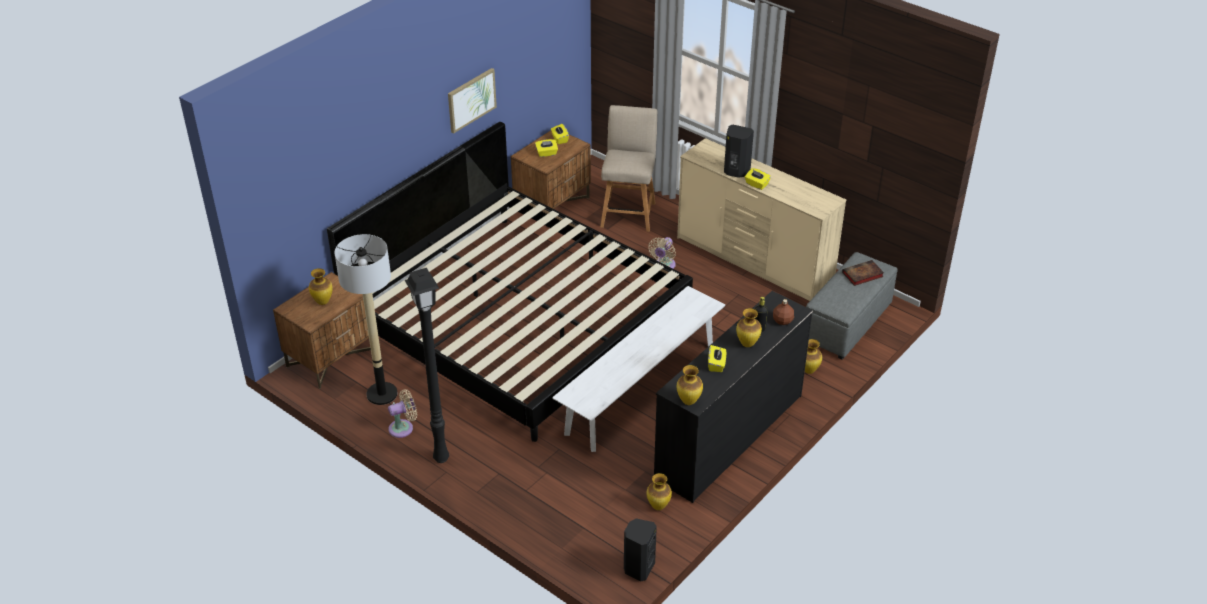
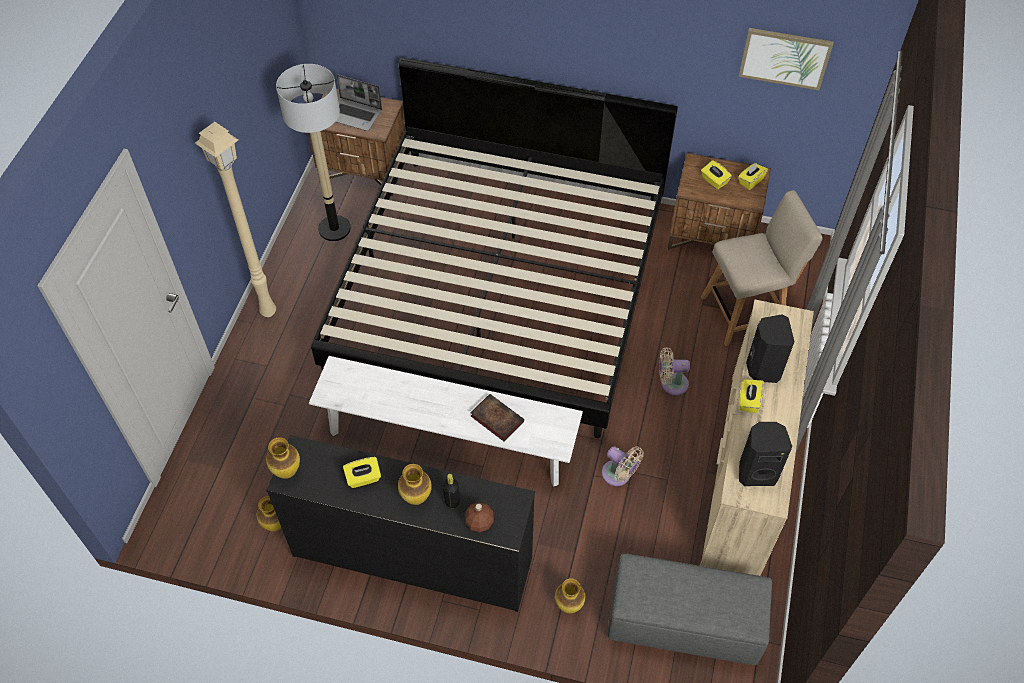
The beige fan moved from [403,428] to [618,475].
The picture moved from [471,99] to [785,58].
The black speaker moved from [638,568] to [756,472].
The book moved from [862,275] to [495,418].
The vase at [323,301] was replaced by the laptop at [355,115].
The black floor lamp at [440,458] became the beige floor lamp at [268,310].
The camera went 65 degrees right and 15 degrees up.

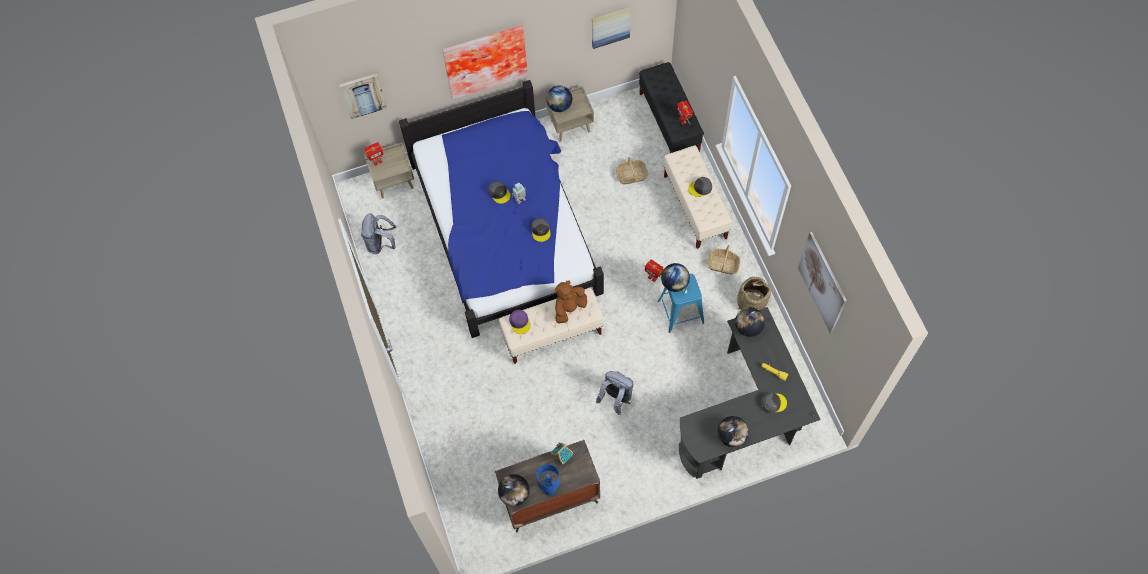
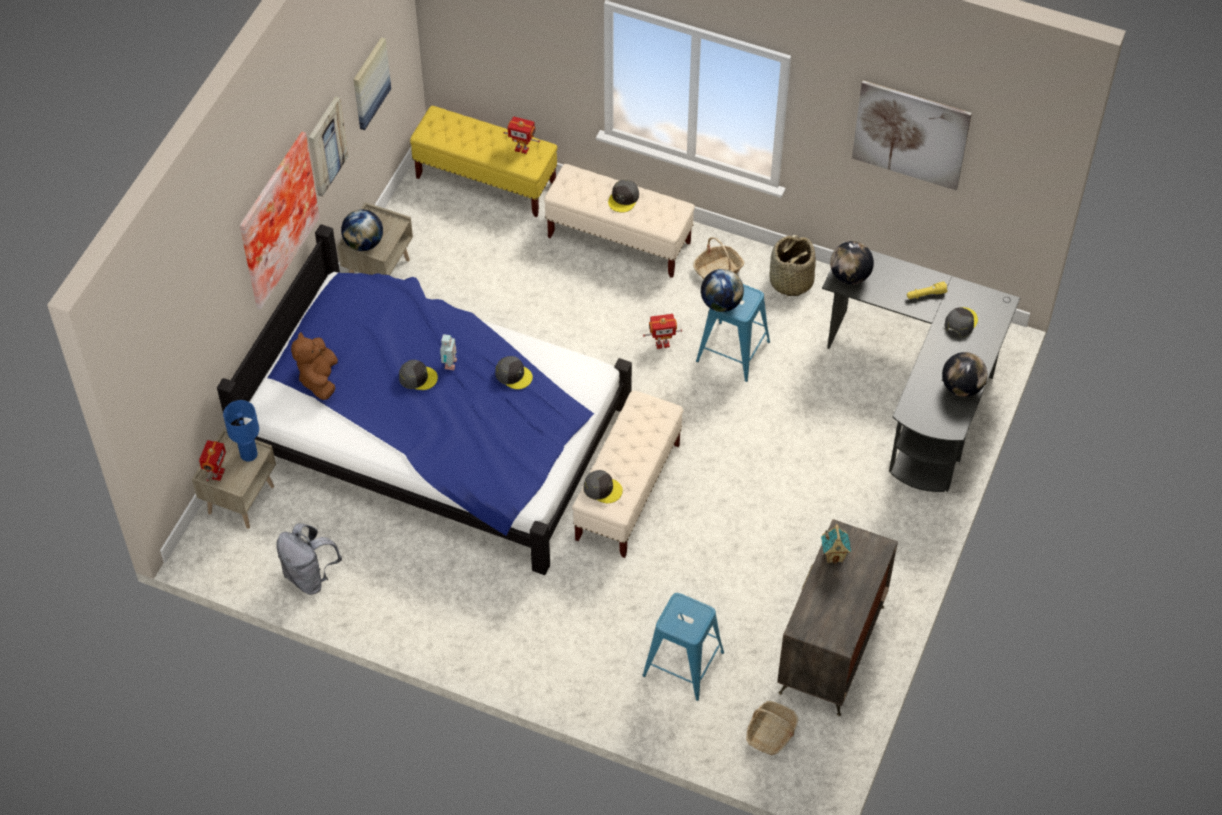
The globe at [514,494] disappeared.
The grey backpack at [615,398] disappeared.
The blue stool at [683,664] appeared.
The picture moved from [363,95] to [326,146].
The blue table lamp moved from [549,490] to [249,455].
The brown plush toy moved from [569,308] to [319,379].
The basket moved from [631,175] to [771,733].
The purple cap at [520,322] became the grey cap at [602,489].
The black bench at [669,123] became the yellow bench at [486,181].
The camera went 50 degrees left and 10 degrees down.

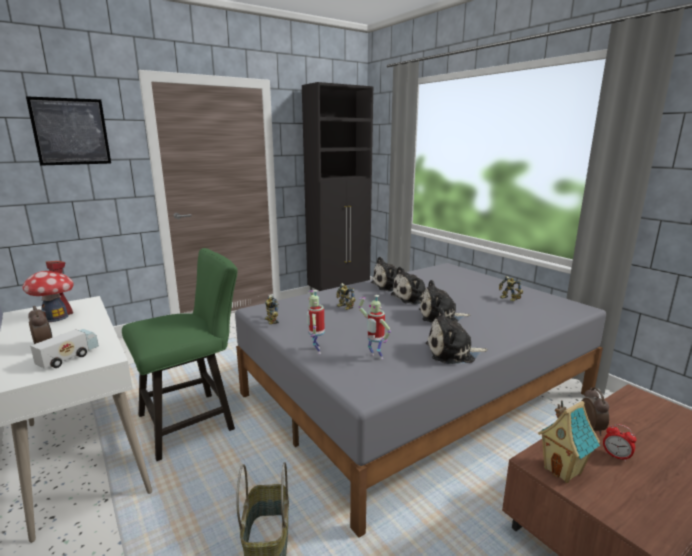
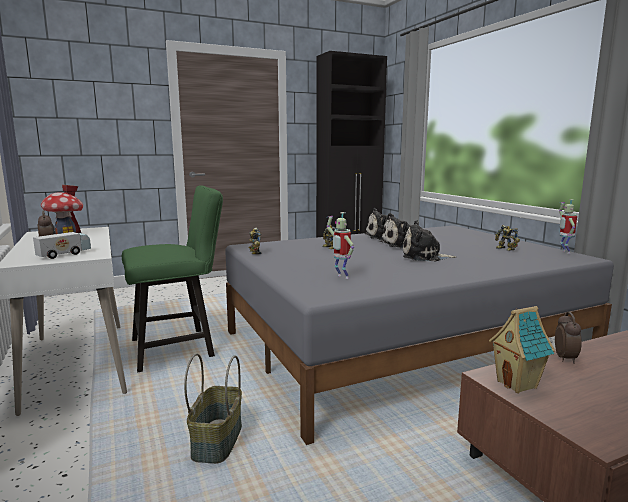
The picture at [71,132] disappeared.
The plush toy at [453,353] disappeared.
The alarm clock at [616,456] disappeared.
The toy robot moved from [316,350] to [564,252].
The camera went 10 degrees right and 5 degrees down.

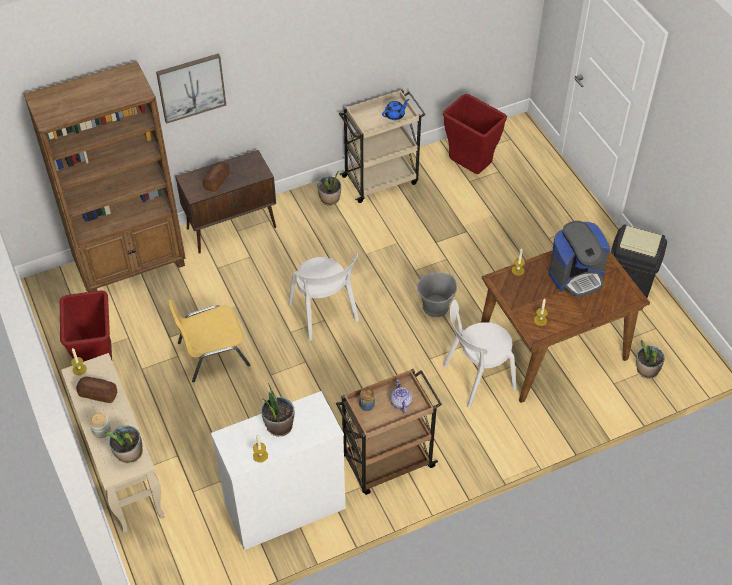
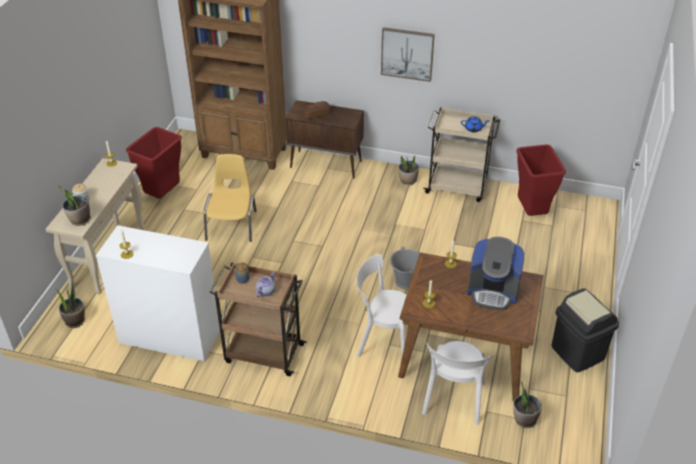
The bread at [98,394] disappeared.
The picture moved from [191,87] to [407,53].
The potted plant moved from [279,426] to [75,321].
The white chair moved from [324,314] to [453,401].
The yellow chair at [212,353] turned 75 degrees clockwise.
The camera went 40 degrees right and 10 degrees down.

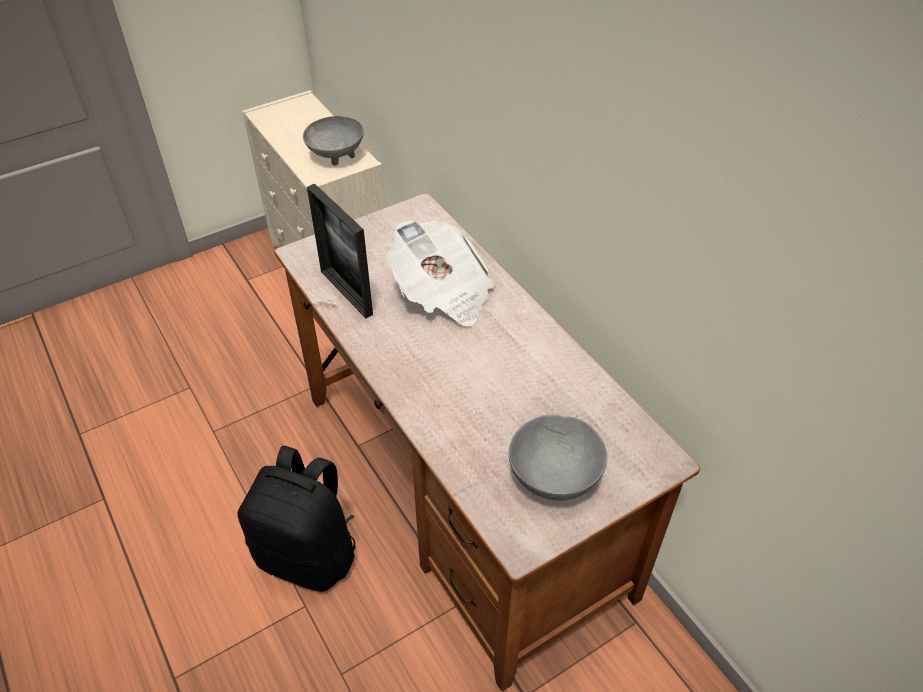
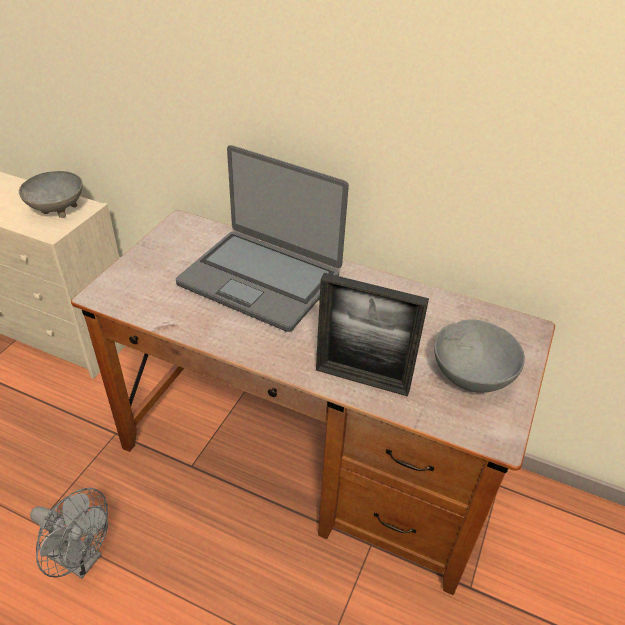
The black backpack at [309,555] disappeared.
The grey fan at [81,559] appeared.
The picture frame moved from [346,292] to [362,379].
The newspaper at [442,293] was replaced by the laptop at [261,279].
The camera went 35 degrees left and 5 degrees down.

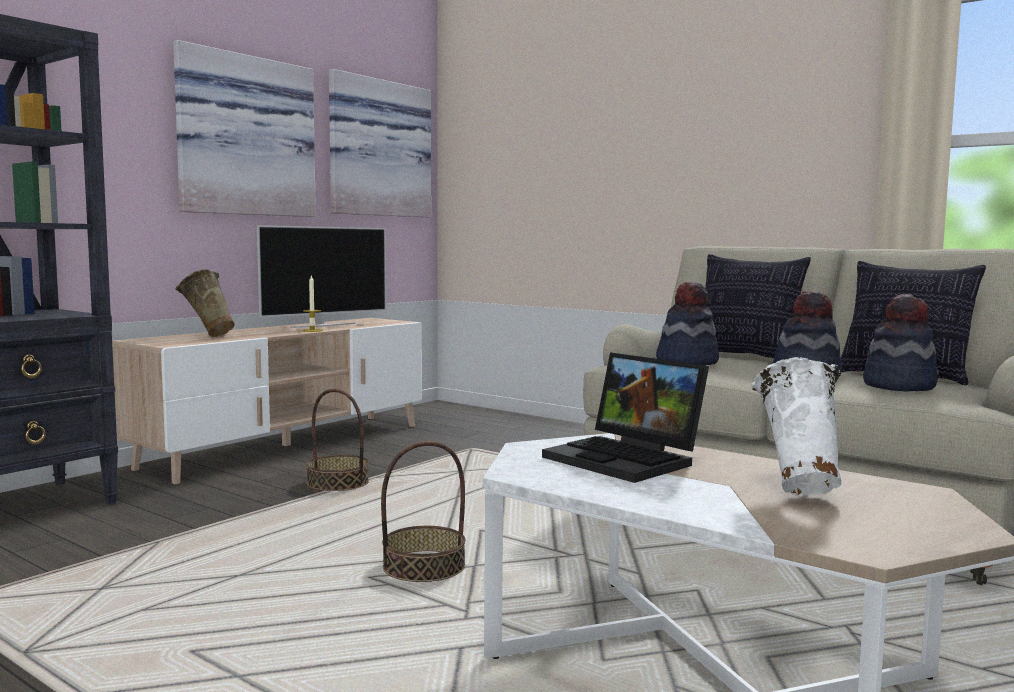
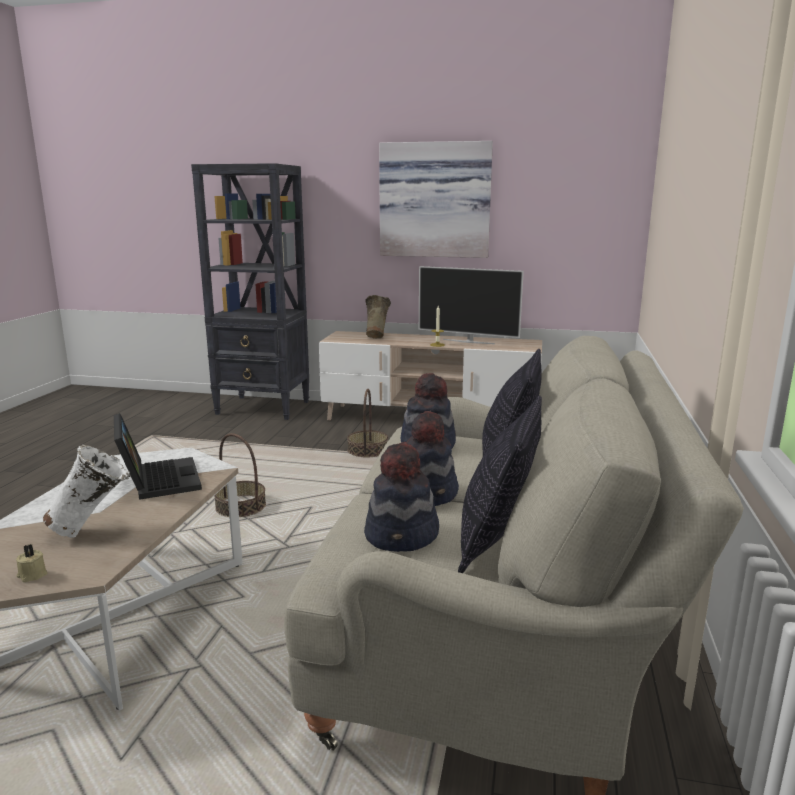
The picture at [377,149] disappeared.
The beige candle at [32,575] appeared.
The laptop at [628,459] turned 135 degrees clockwise.
The camera went 65 degrees right and 10 degrees up.

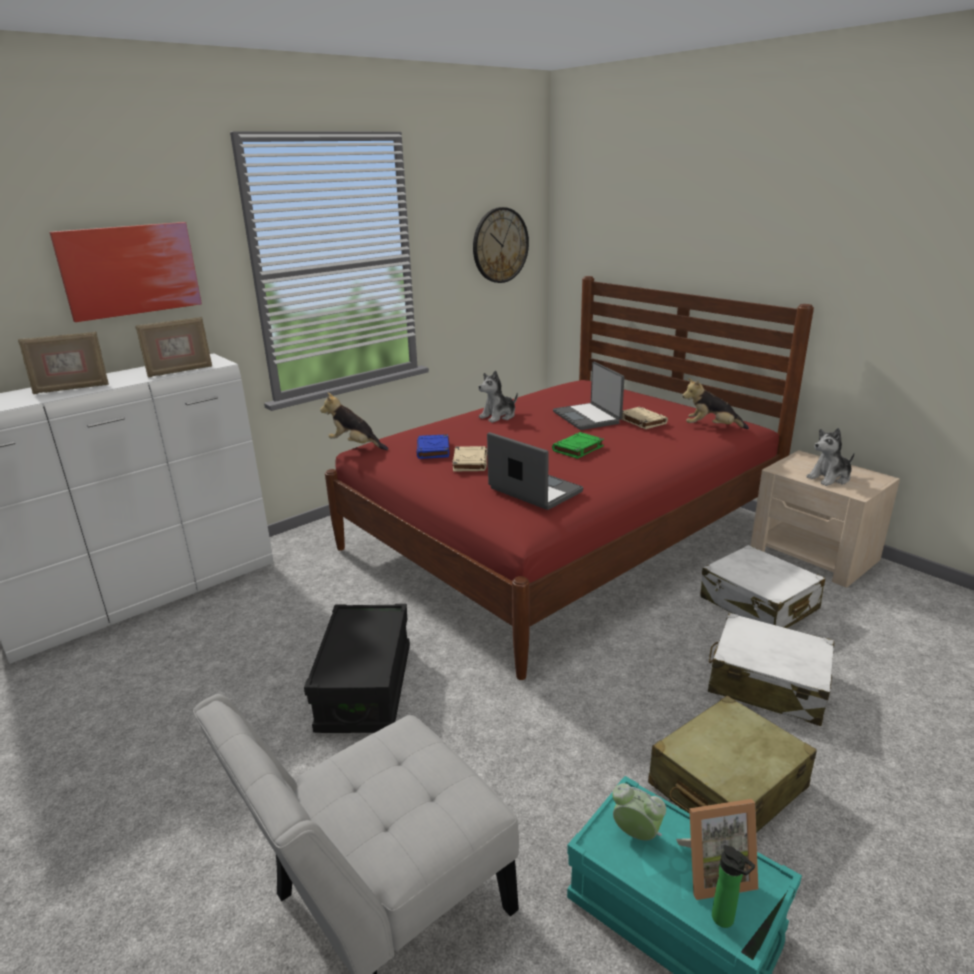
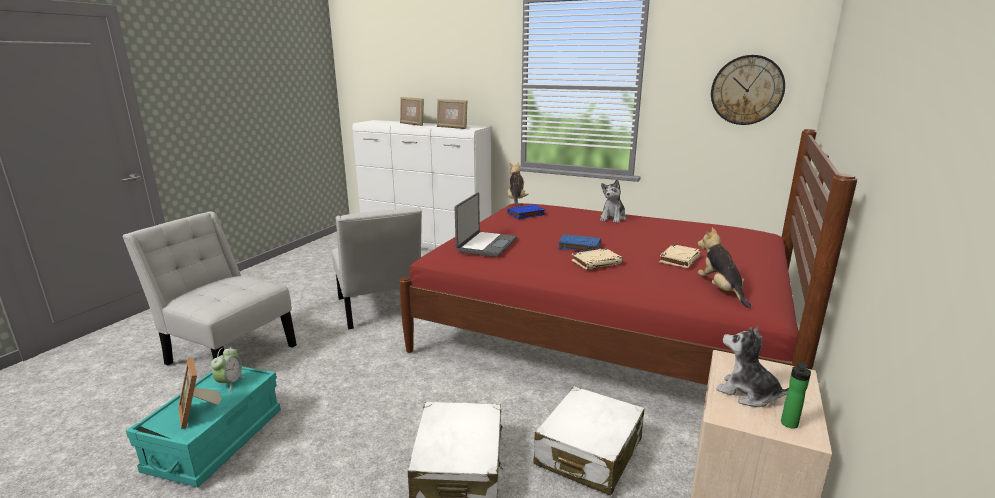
The picture at [130,270] disappeared.
The laptop at [587,417] disappeared.
The beige suitcase at [727,787] disappeared.
The beige book moved from [470,462] to [596,262].
The bottle moved from [725,920] to [789,425].
The black storage box at [365,688] was replaced by the white chair at [380,309].
The green book at [578,449] became the blue book at [578,246].
The plush toy at [498,416] turned 90 degrees counterclockwise.
The camera went 65 degrees right and 5 degrees down.

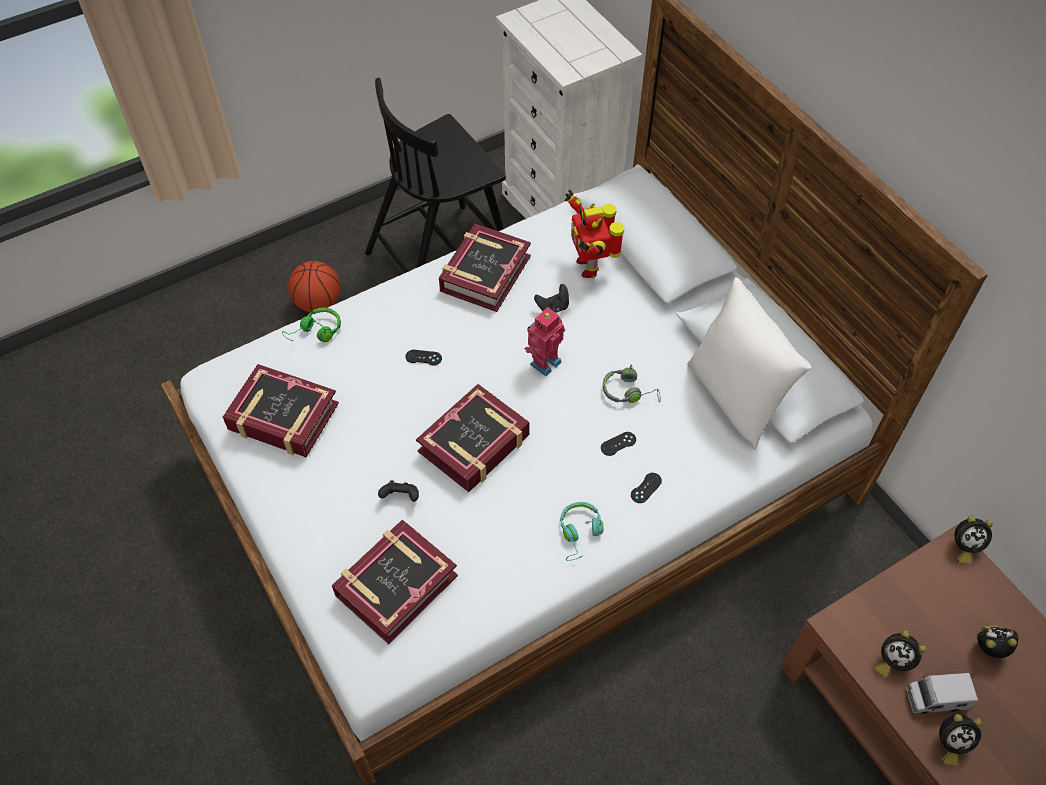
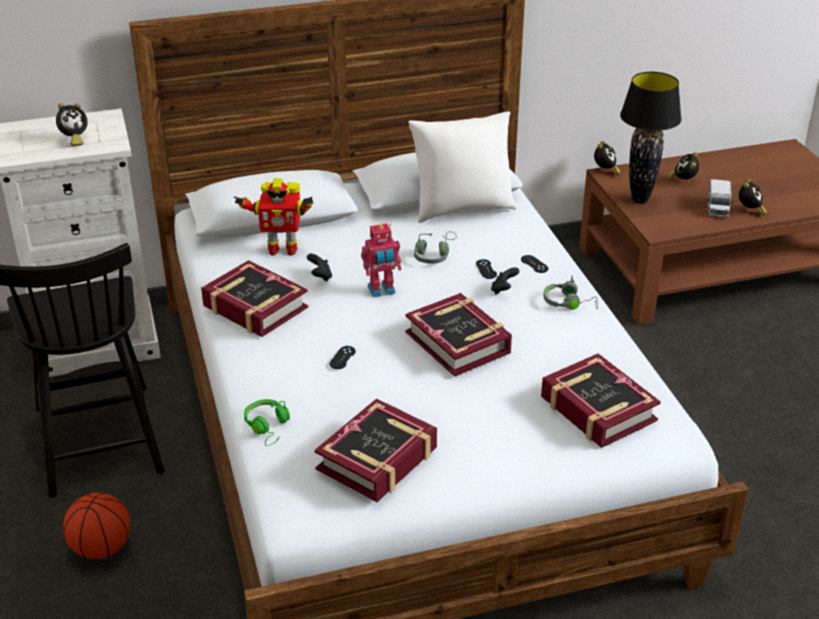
The black table lamp at [640,200] appeared.
The black game controller moved from [401,497] to [503,290].
The alarm clock moved from [892,661] to [74,139].
The turquoise headphones at [580,533] became the grey headphones at [569,303].
The toy robot at [544,362] turned 75 degrees counterclockwise.
The camera went 75 degrees left and 20 degrees down.

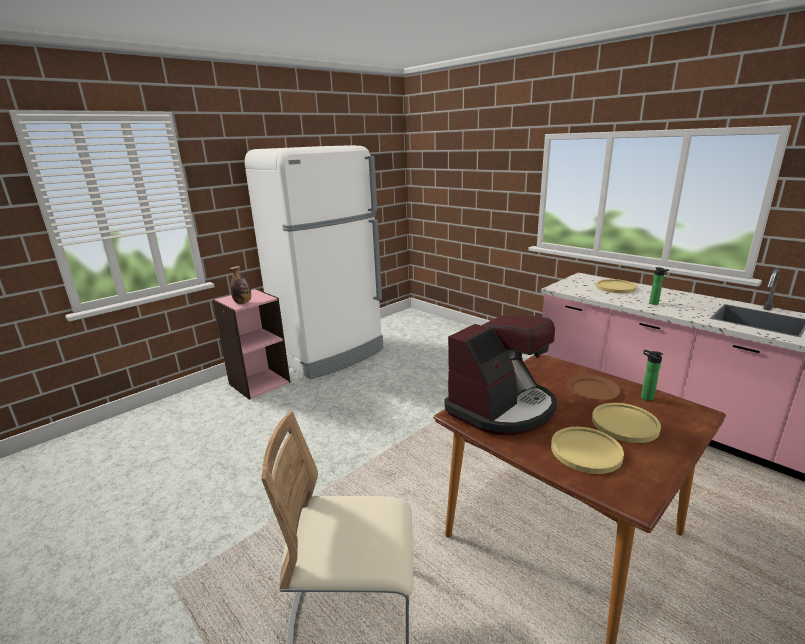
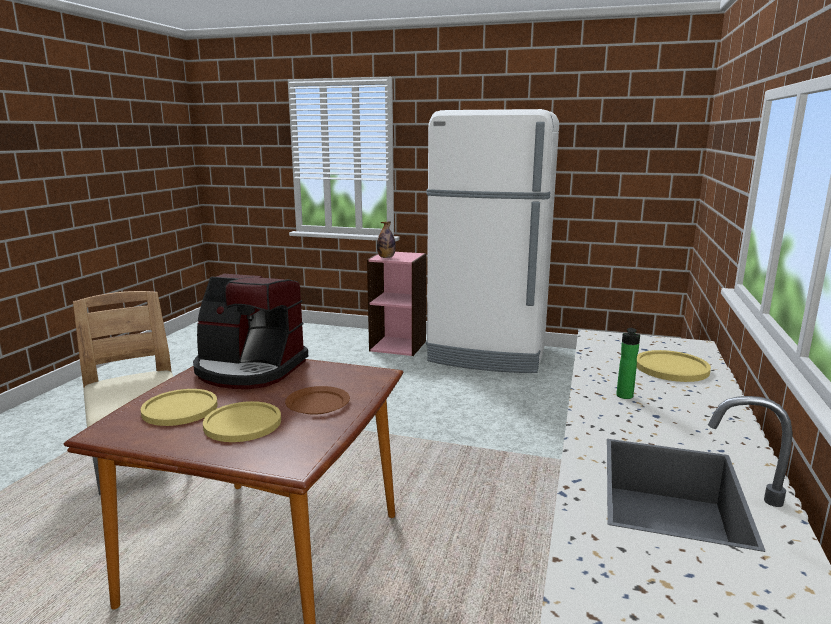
The bottle at [645,397] disappeared.
The camera went 60 degrees right and 5 degrees down.

